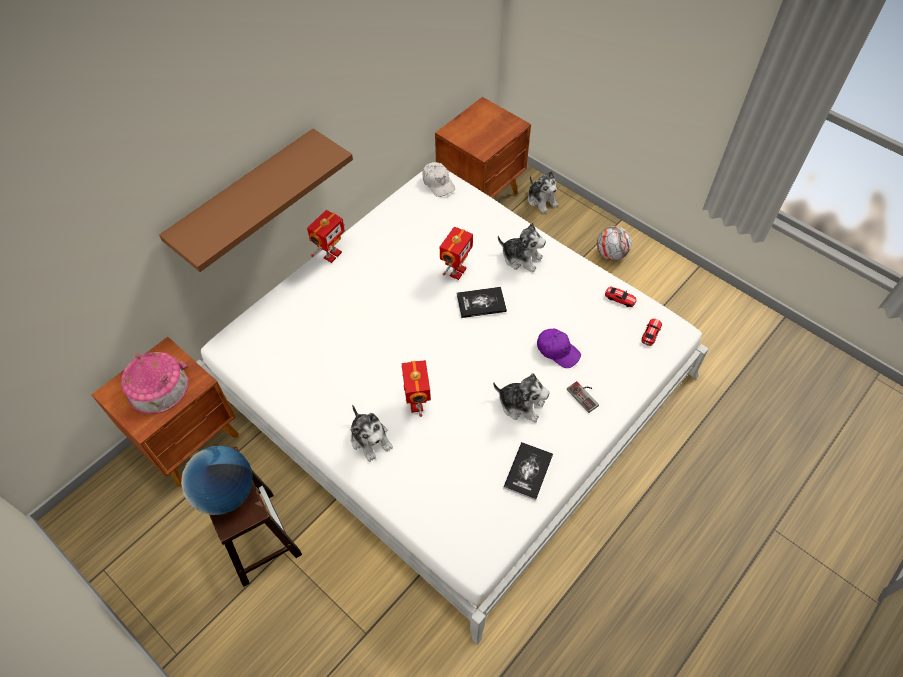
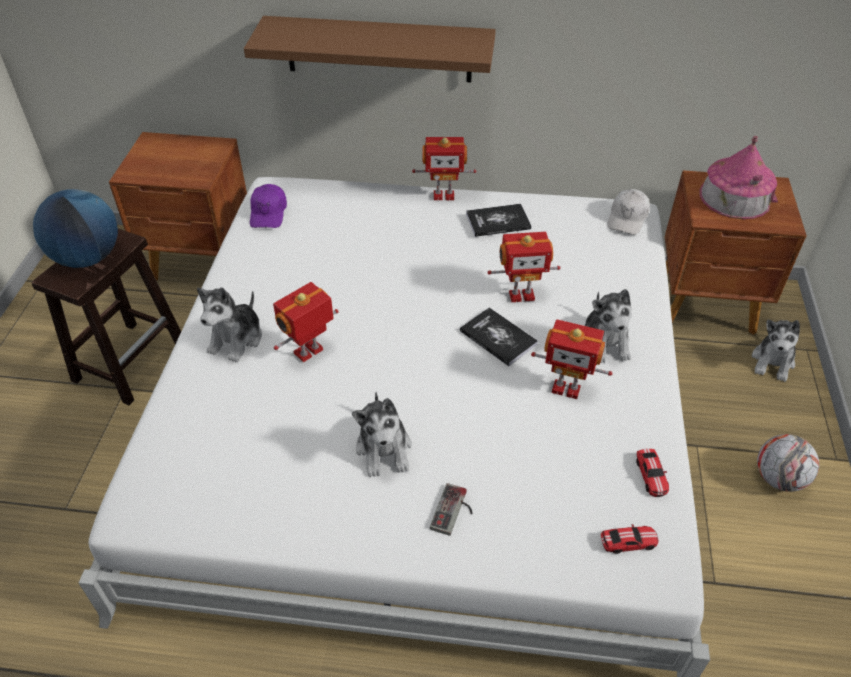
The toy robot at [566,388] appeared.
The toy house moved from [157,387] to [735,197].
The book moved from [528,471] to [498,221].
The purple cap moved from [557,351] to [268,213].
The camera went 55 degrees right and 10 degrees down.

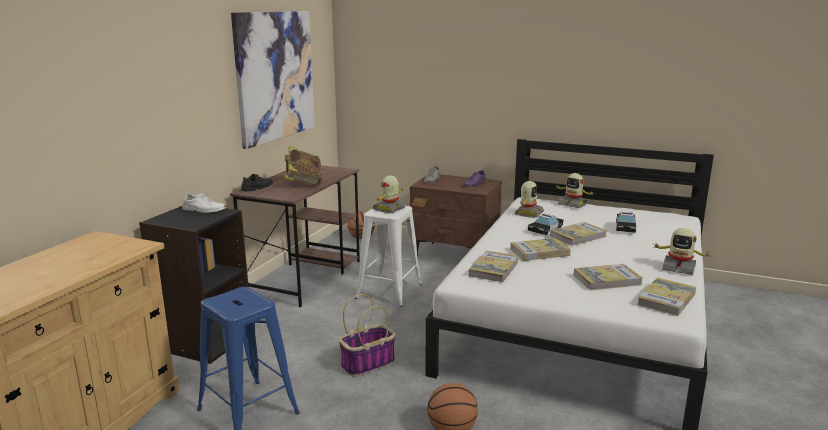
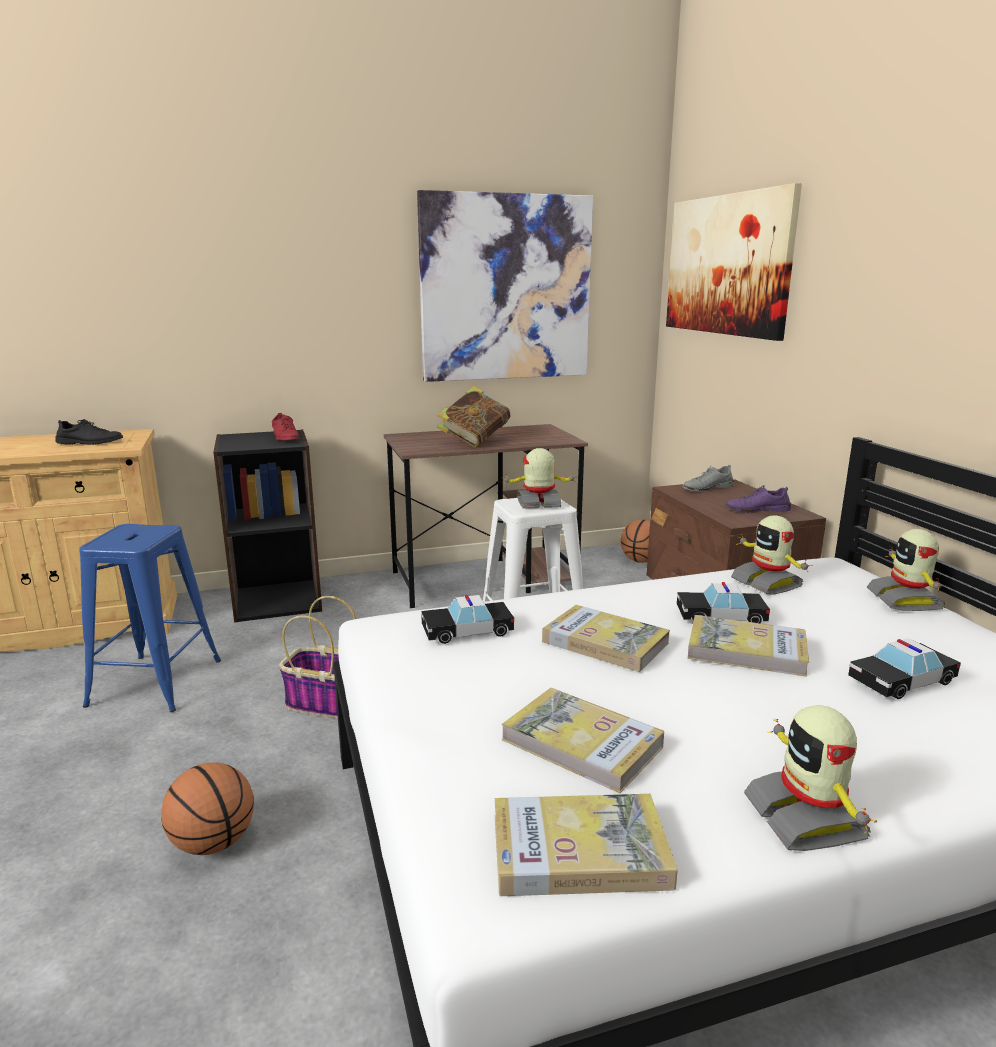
The picture at [727,265] appeared.
The black shoe moved from [257,187] to [89,442].
The book at [494,269] was replaced by the toy car at [467,631].
The white shoe at [203,210] became the red shoe at [286,437].
The toy robot at [528,213] turned 75 degrees clockwise.
The camera went 50 degrees right and 0 degrees up.

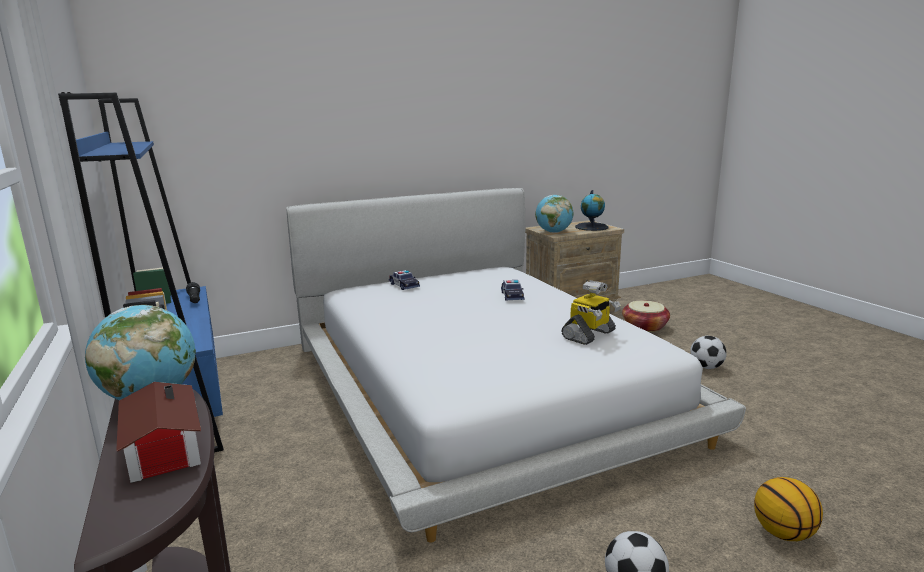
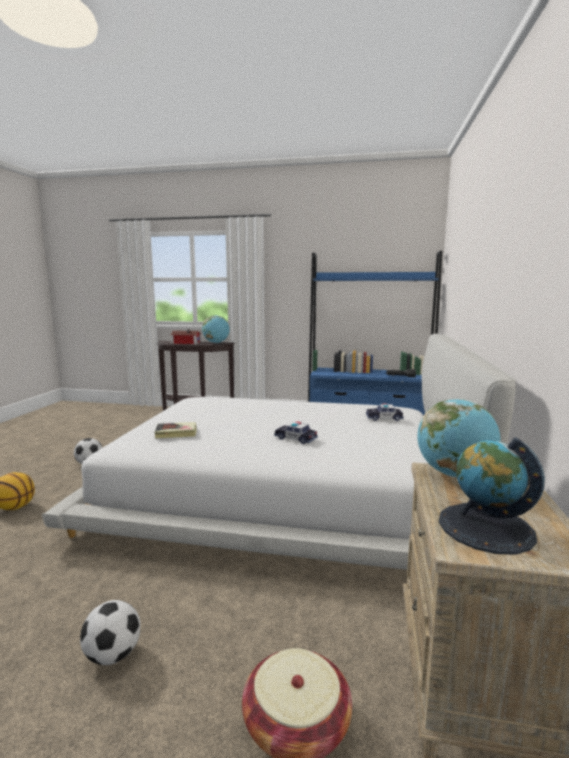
The toy robot at [589,335] was replaced by the book at [176,433].
The camera went 125 degrees right and 5 degrees down.

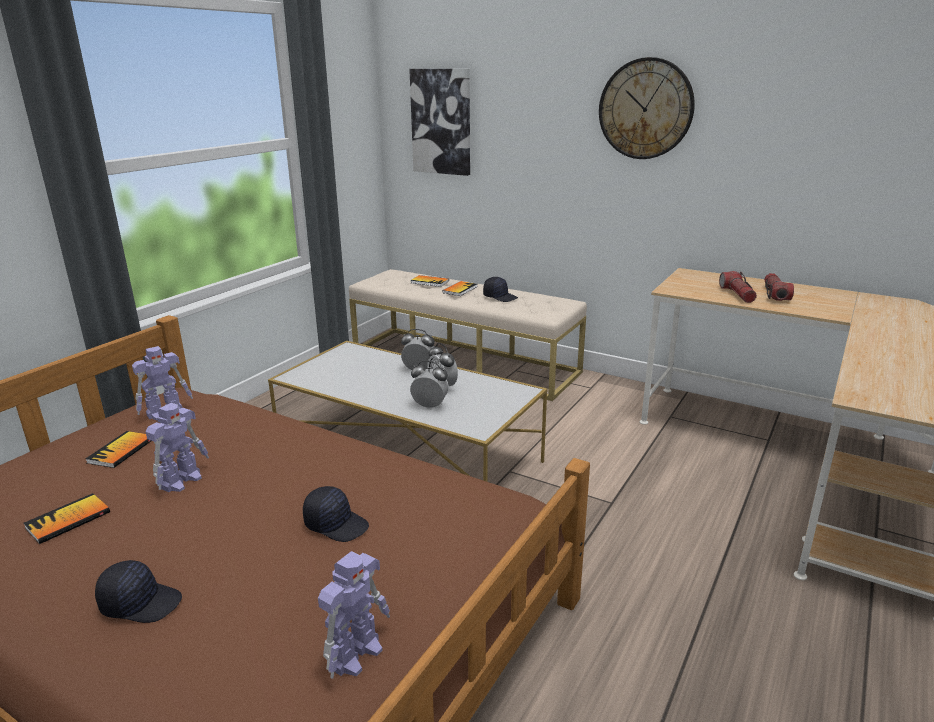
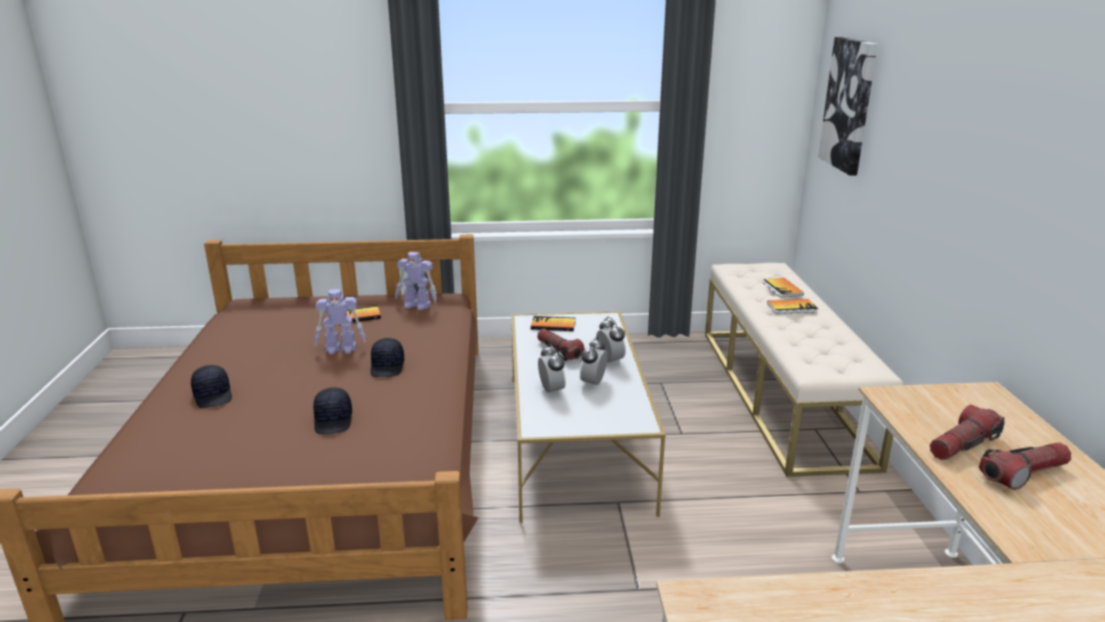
The toy robot at [357,653] disappeared.
The wall clock at [645,109] disappeared.
The flashlight at [559,351] appeared.
The book moved from [68,520] to [553,325].
The black cap moved from [500,297] to [388,367].
The camera went 55 degrees right and 0 degrees up.

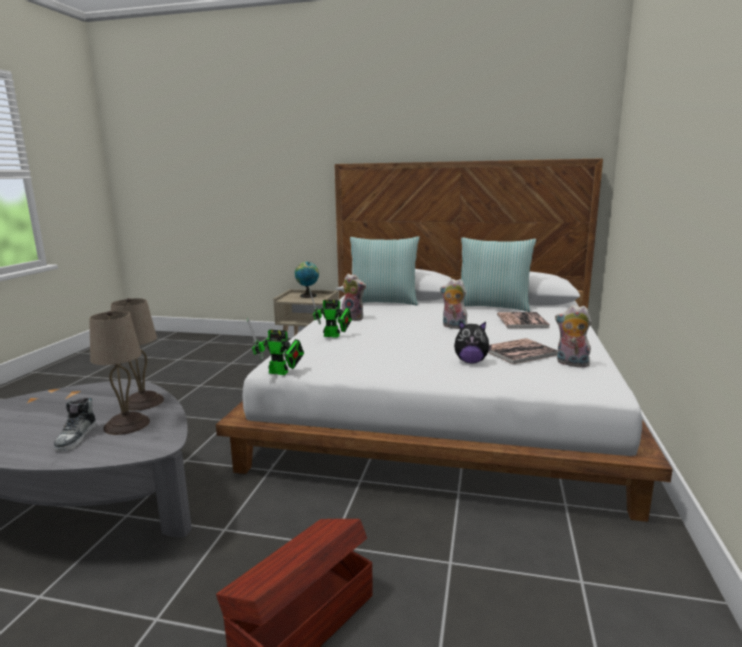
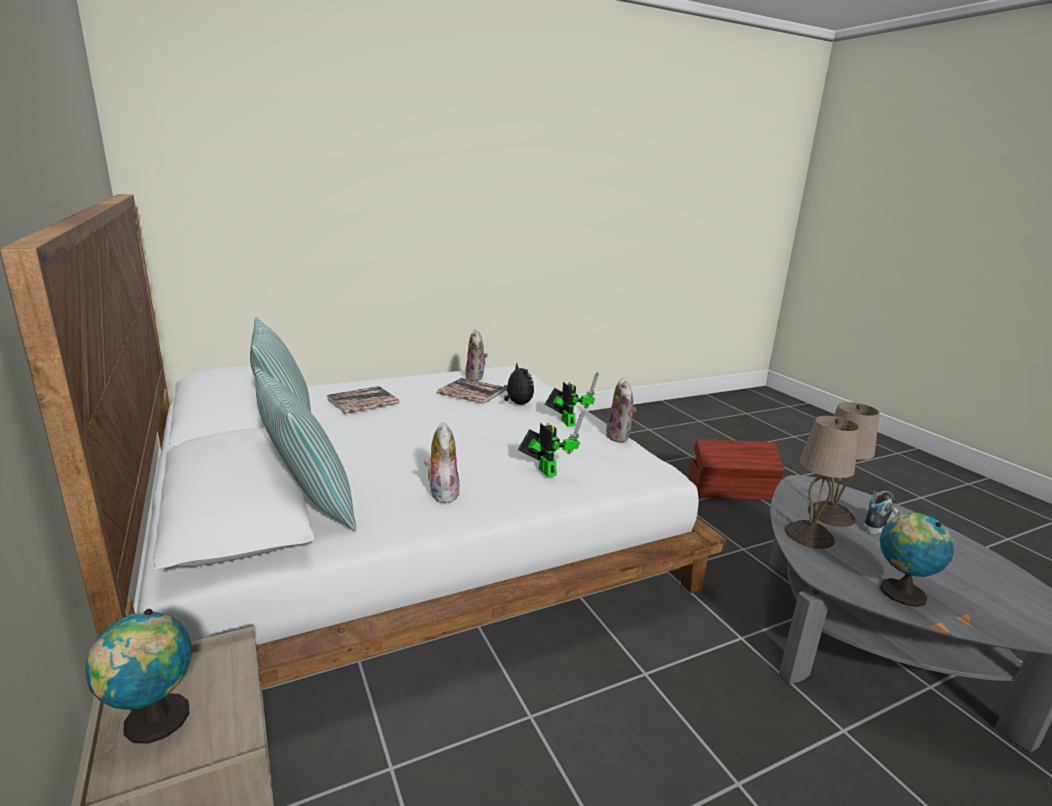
The globe at [899,591] appeared.
The toy robot moved from [281,373] to [566,422].
The plush toy moved from [453,327] to [620,437].
The camera went 130 degrees left and 5 degrees up.

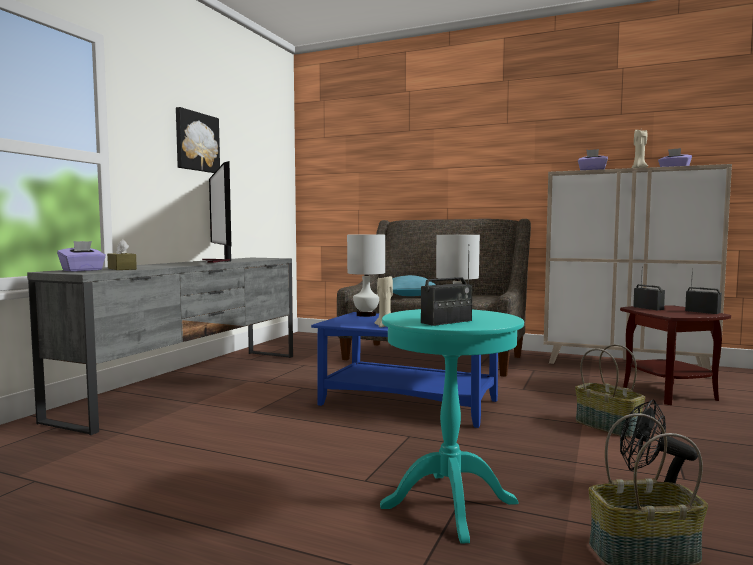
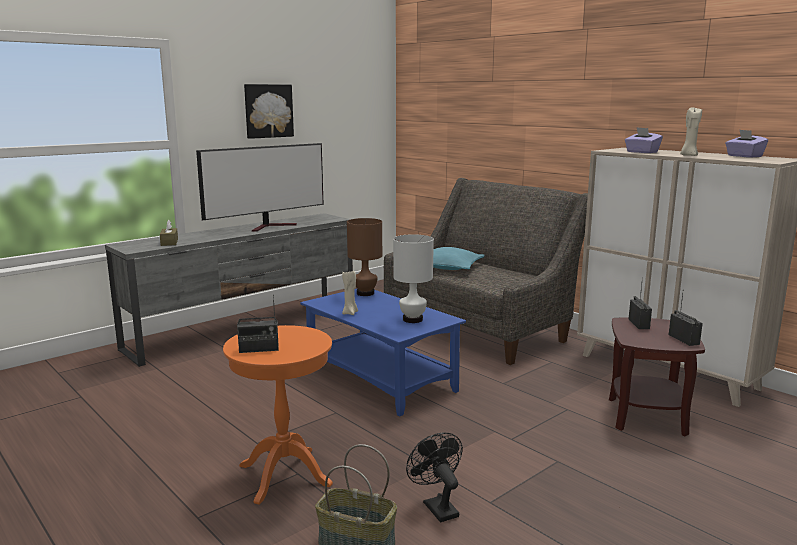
The purple tissue box at [82,270] disappeared.
The basket at [608,426] disappeared.
The white table lamp at [366,315] became the brown table lamp at [365,293].
The turquoise side table at [449,504] became the orange side table at [285,475].
The television at [219,261] turned 135 degrees counterclockwise.
The camera went 25 degrees right and 10 degrees up.

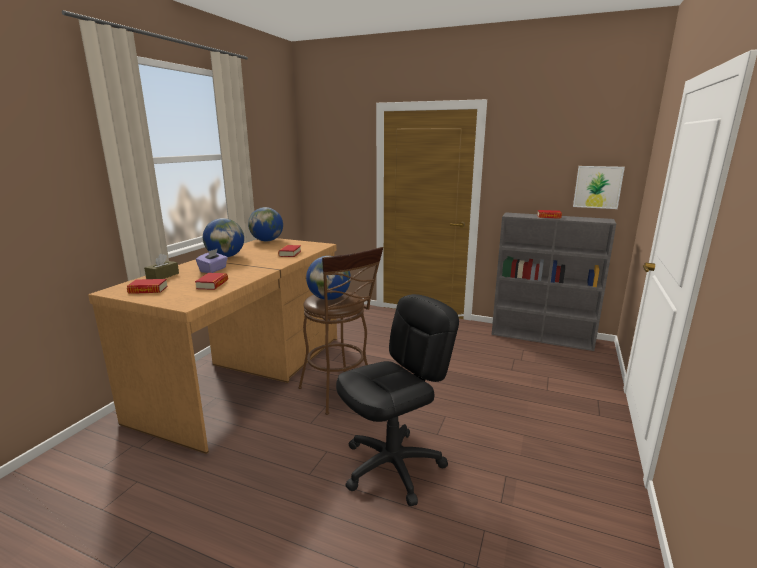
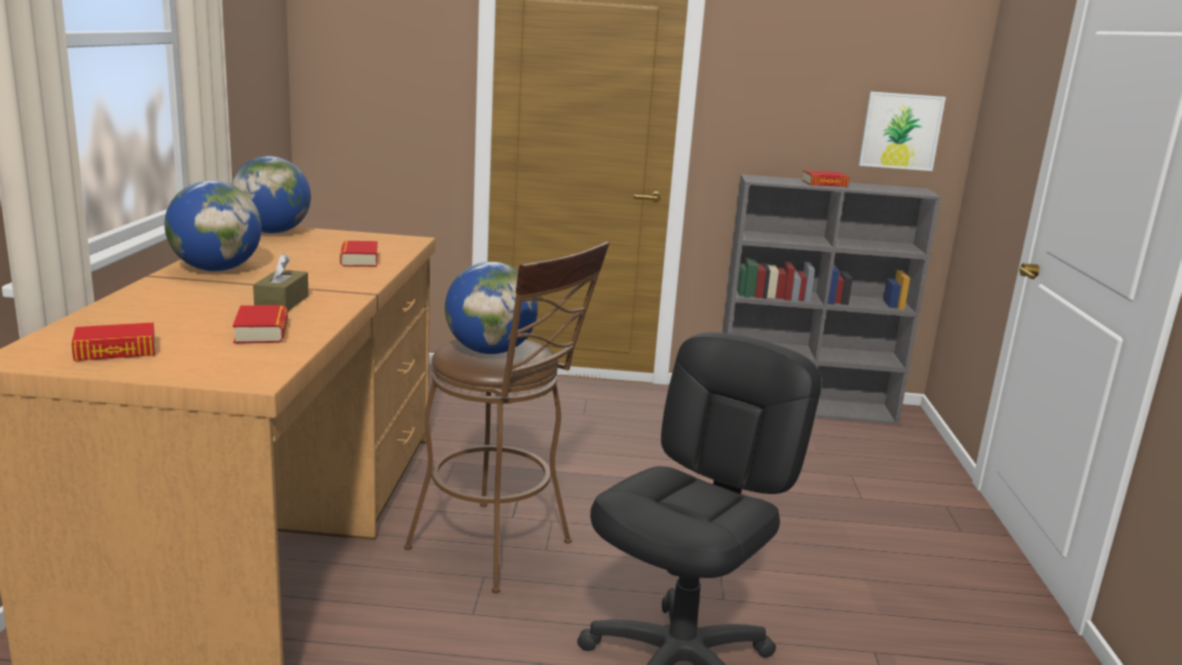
The purple tissue box at [213,270] disappeared.
The brown tissue box moved from [163,276] to [282,303].
The camera went 20 degrees left and 0 degrees up.

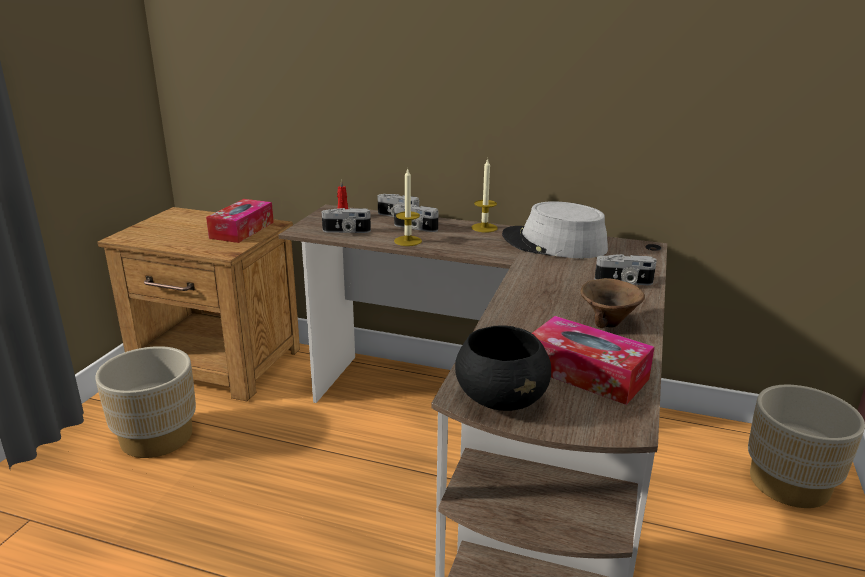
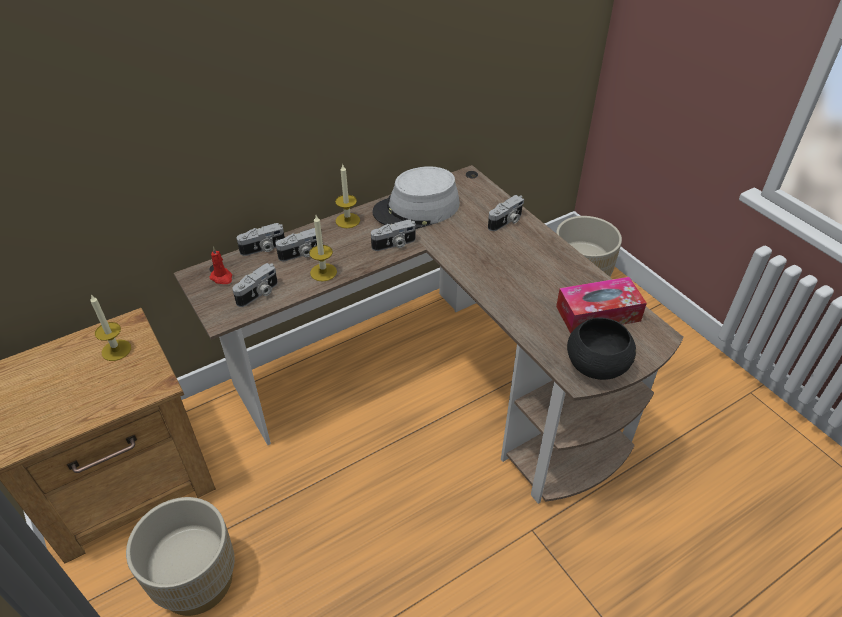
The brown bowl at [608,322] disappeared.
The photo camera at [394,244] appeared.
The tissue box at [242,230] was replaced by the candle at [116,350].
The camera went 50 degrees left and 20 degrees up.

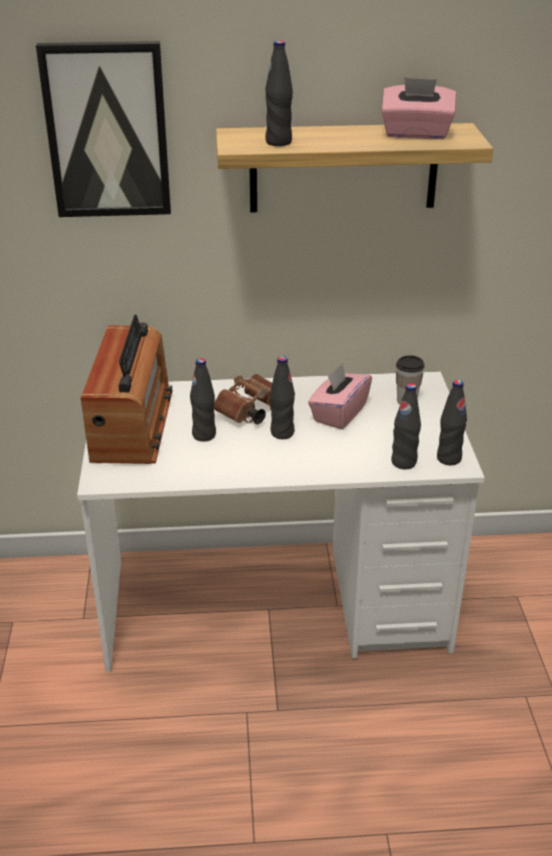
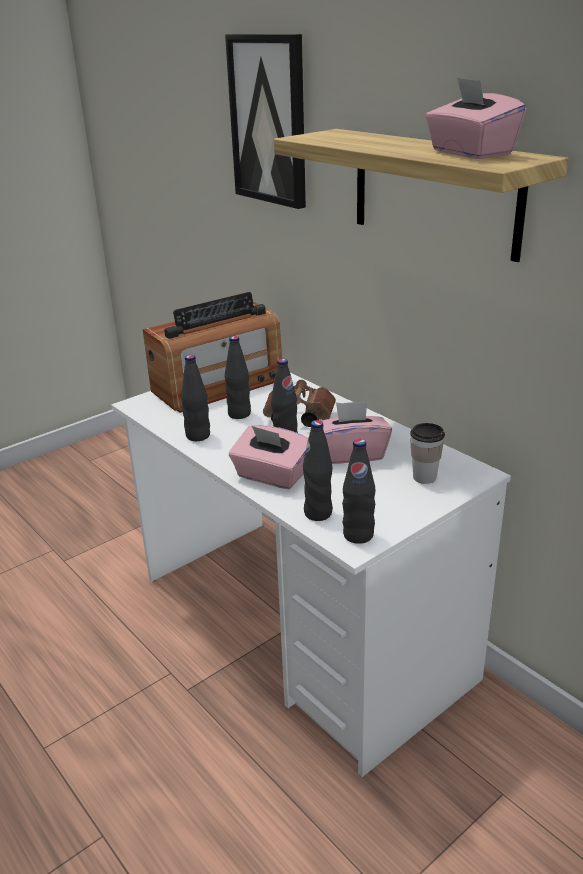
The pink tissue box at [271,476] appeared.
The black bottle moved from [278,142] to [198,436].
The camera went 55 degrees right and 5 degrees down.

